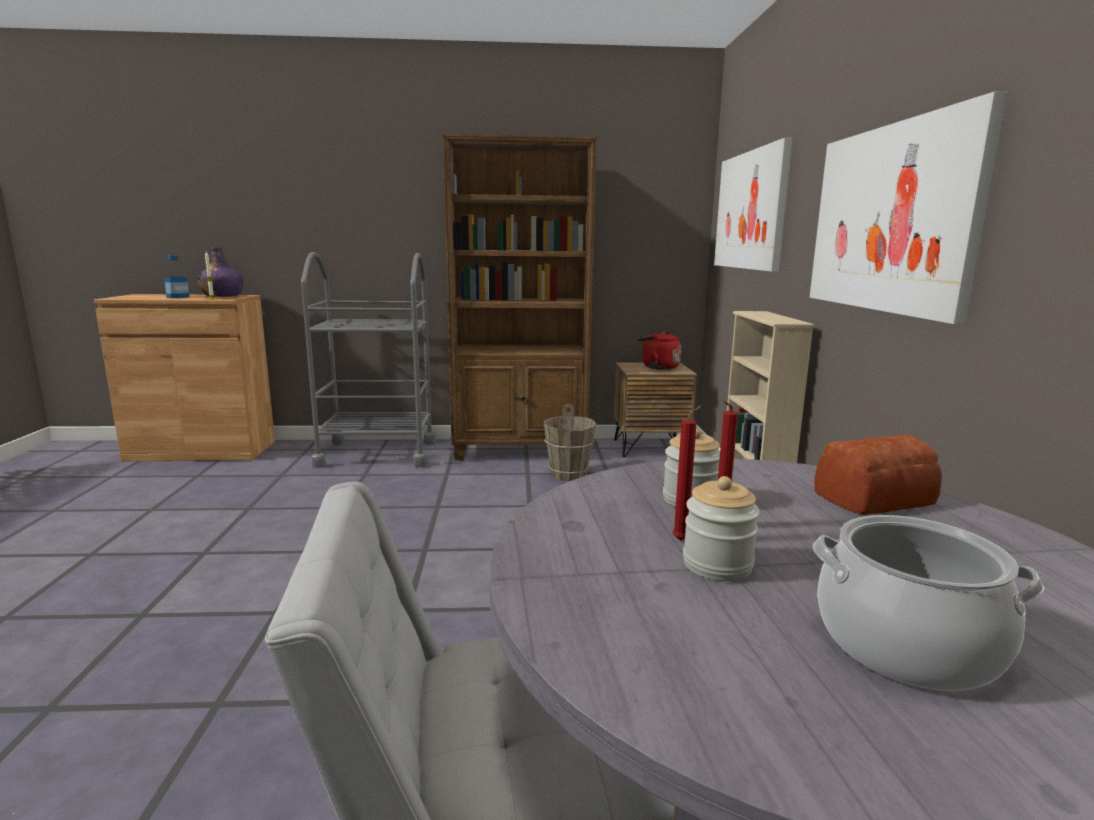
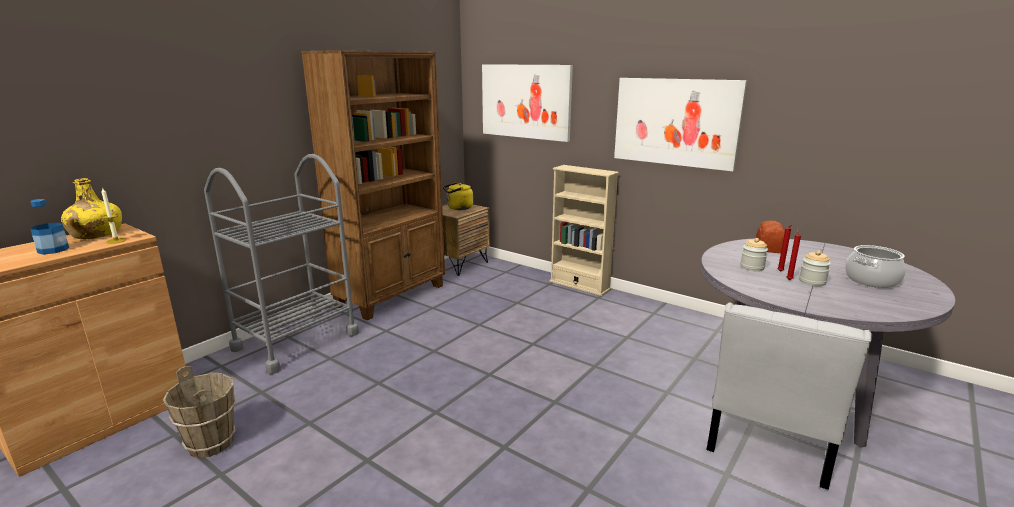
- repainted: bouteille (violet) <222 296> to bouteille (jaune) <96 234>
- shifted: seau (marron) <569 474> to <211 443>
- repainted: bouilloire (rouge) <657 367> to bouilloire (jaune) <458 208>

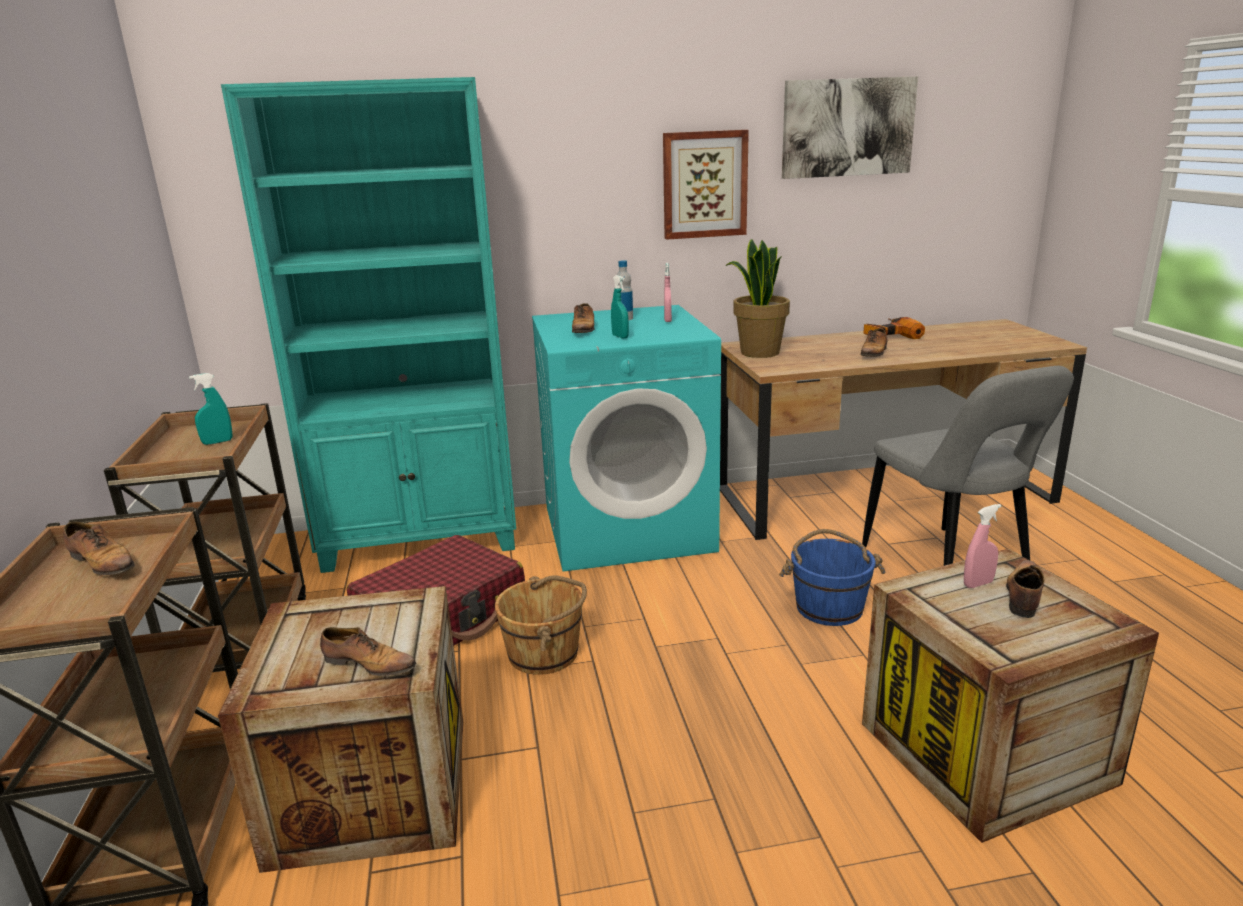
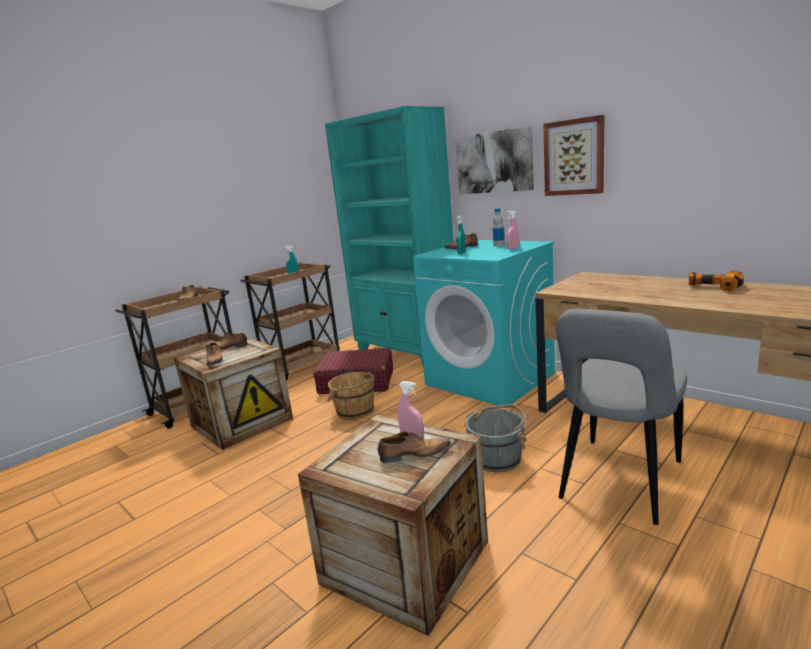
- shifted: chaussure <873 353> to <228 347>
- shifted: tableau <847 128> to <494 162>
- repainted: seau (bleu) <829 607> to seau (gris) <497 458>
- gone: plante en pot <759 352>

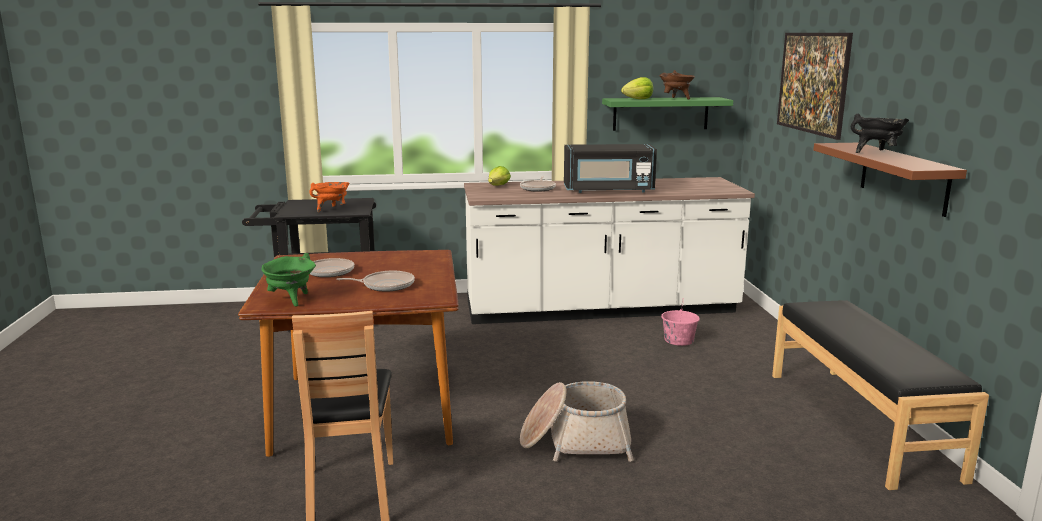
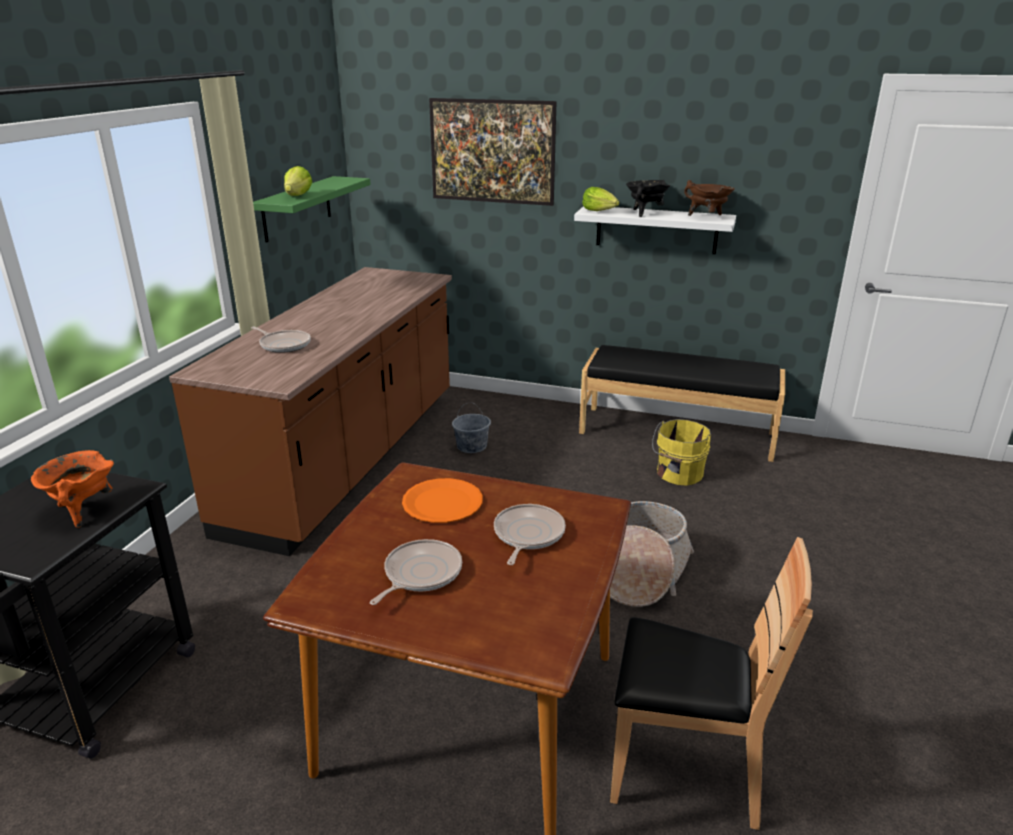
- repainted: comptoir de cuisine (blanc) <600 309> to comptoir de cuisine (marron) <349 459>
- new: assiette (orange) <443 503>
- repainted: seau (rose) <678 340> to seau (gris) <471 446>
- repainted: étagère (marron) <903 177> to étagère (blanc) <656 229>
- shifted: laitue <498 186> to <600 211>
- new: seau (jaune) <678 474>
- shifted: marmite (marron) <676 99> to <707 217>
- gone: marmite (vert) <291 300>
- gone: micro-ondes (noir) <608 190>

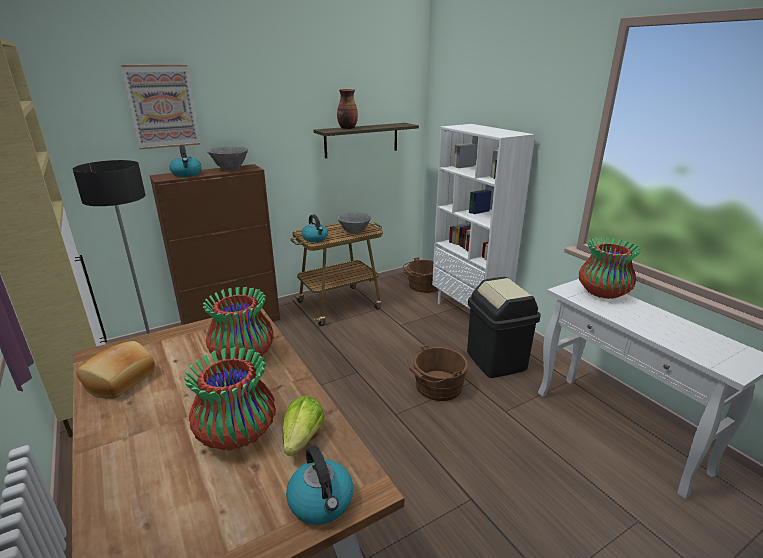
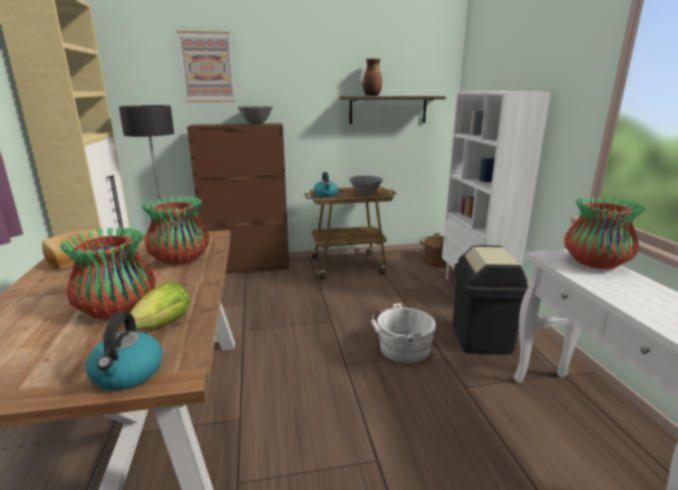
- repainted: seau (marron) <436 387> to seau (blanc) <401 349>
- gone: bouilloire <187 174>

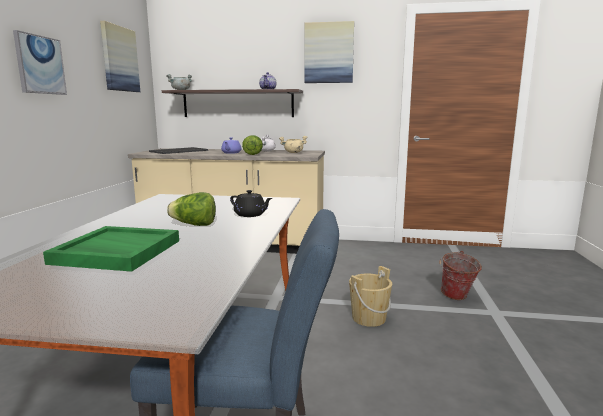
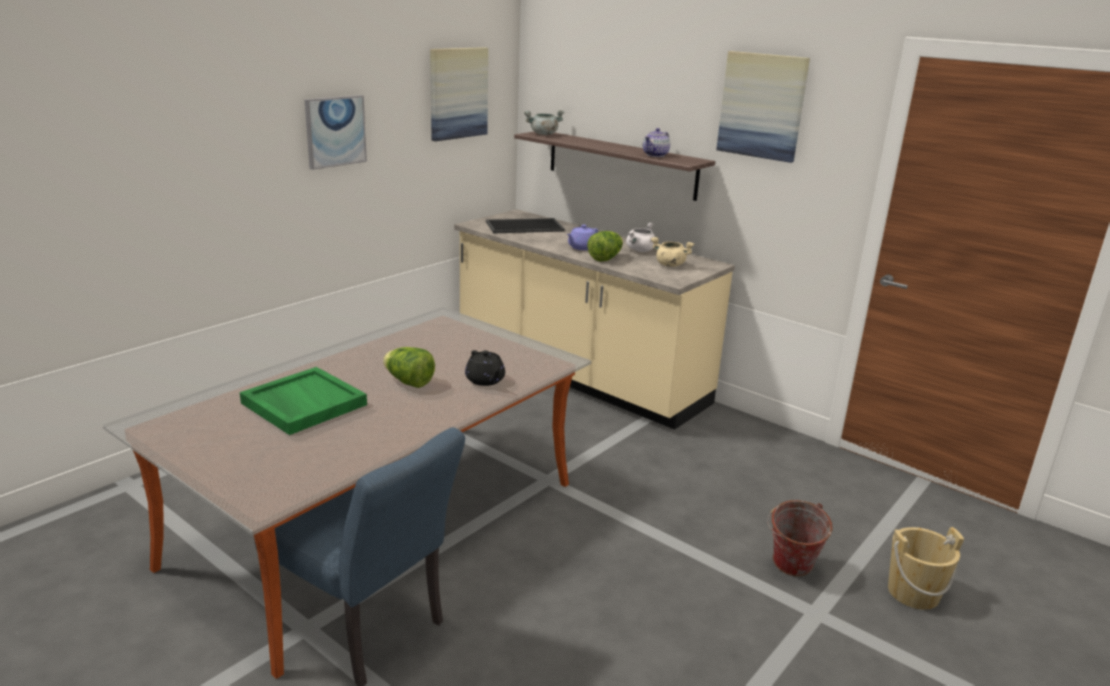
- shifted: seau (beige) <369 318> to <913 593>

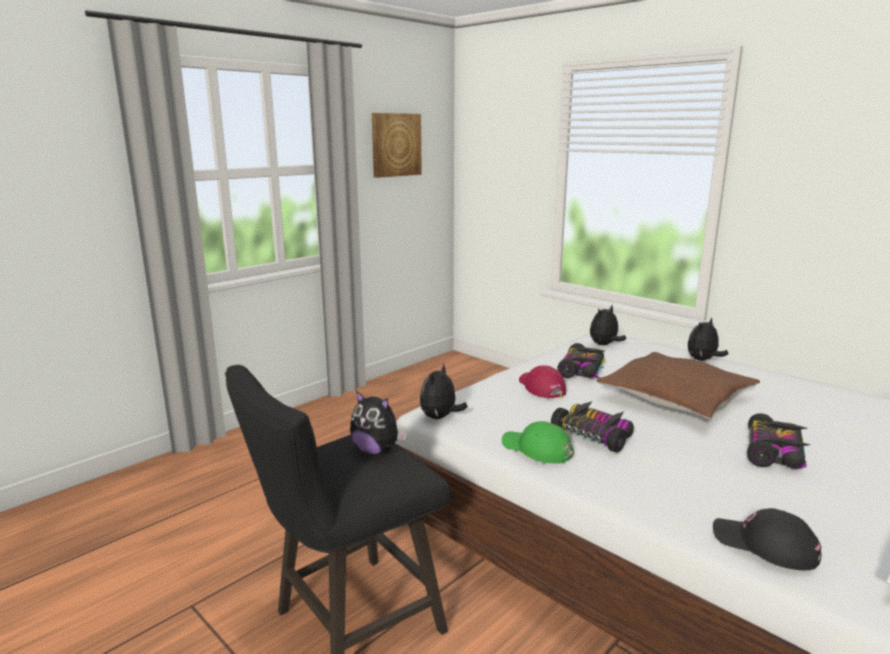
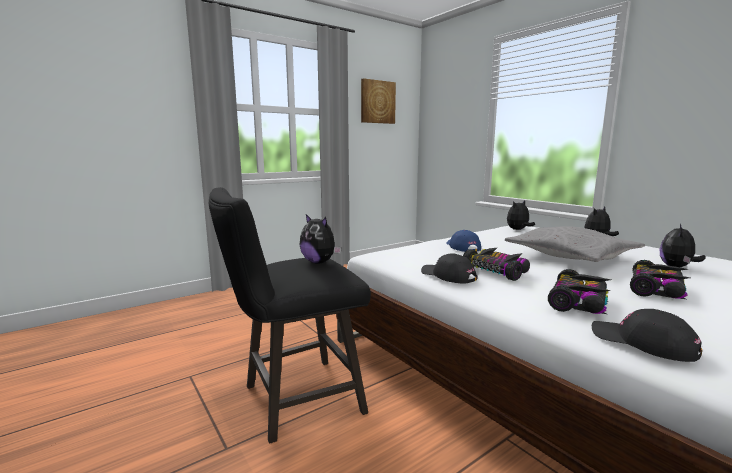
- repainted: casquette (vert) <536 449> to casquette (noir) <448 276>
- repainted: casquette (rouge) <541 387> to casquette (bleu) <462 247>
- repainted: coussin (marron) <676 398> to coussin (gris) <571 256>
- shifted: petite voiture <582 370> to <579 302>
- shifted: peluche <440 417> to <677 267>

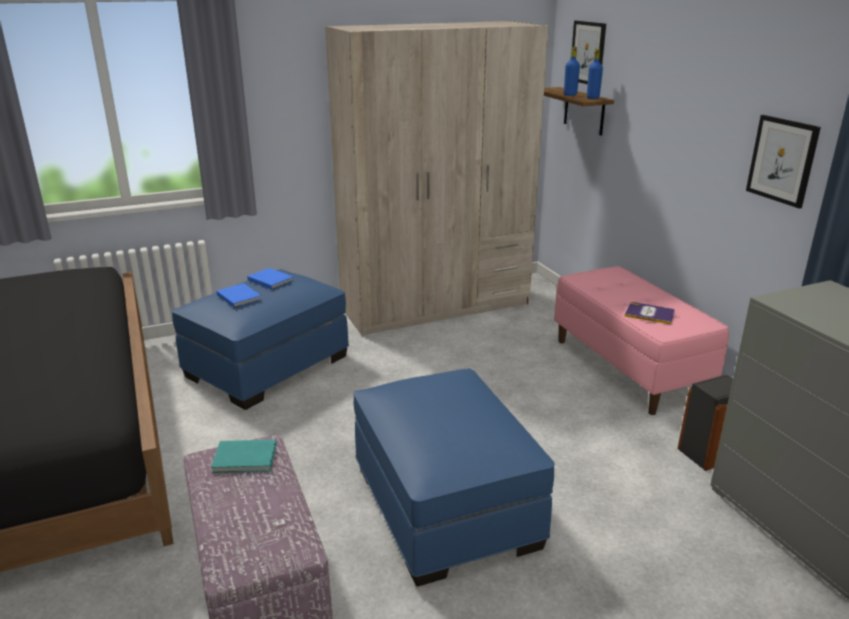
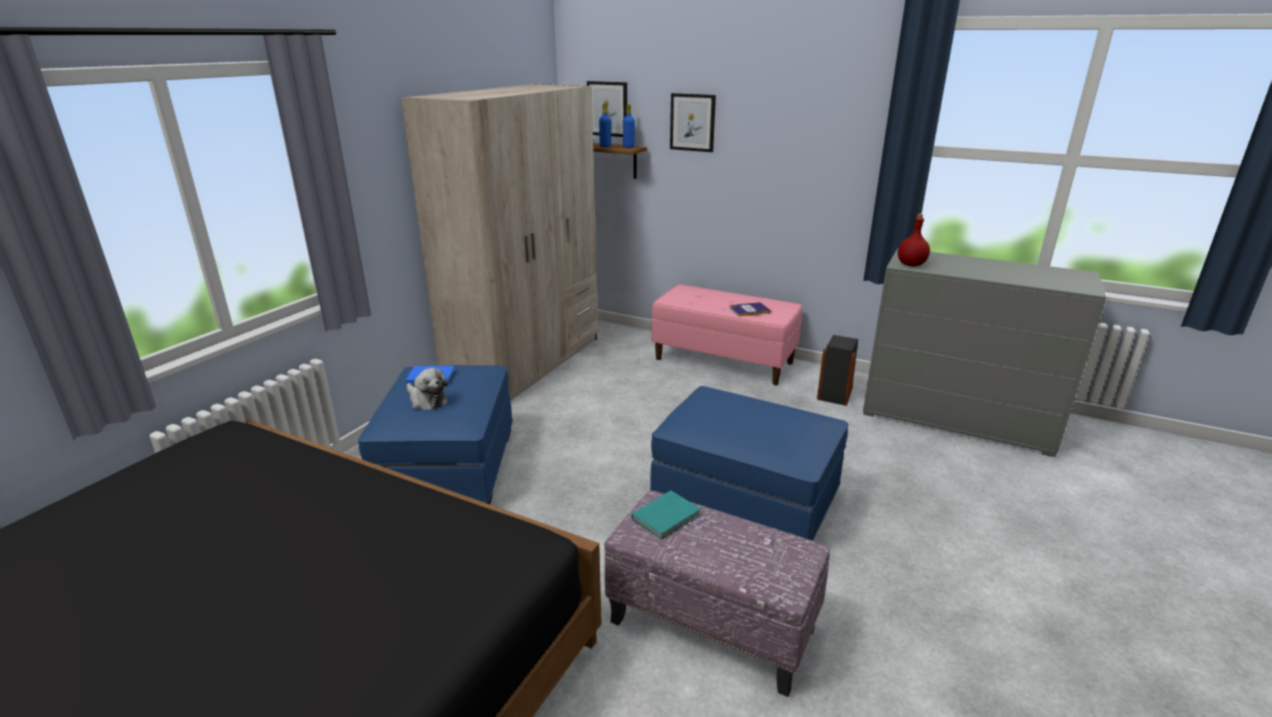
- swapped: livre (bleu) <239 297> to peluche <427 400>
- shifted: tableau <782 160> to <692 122>
- new: bouteille (rouge) <911 264>

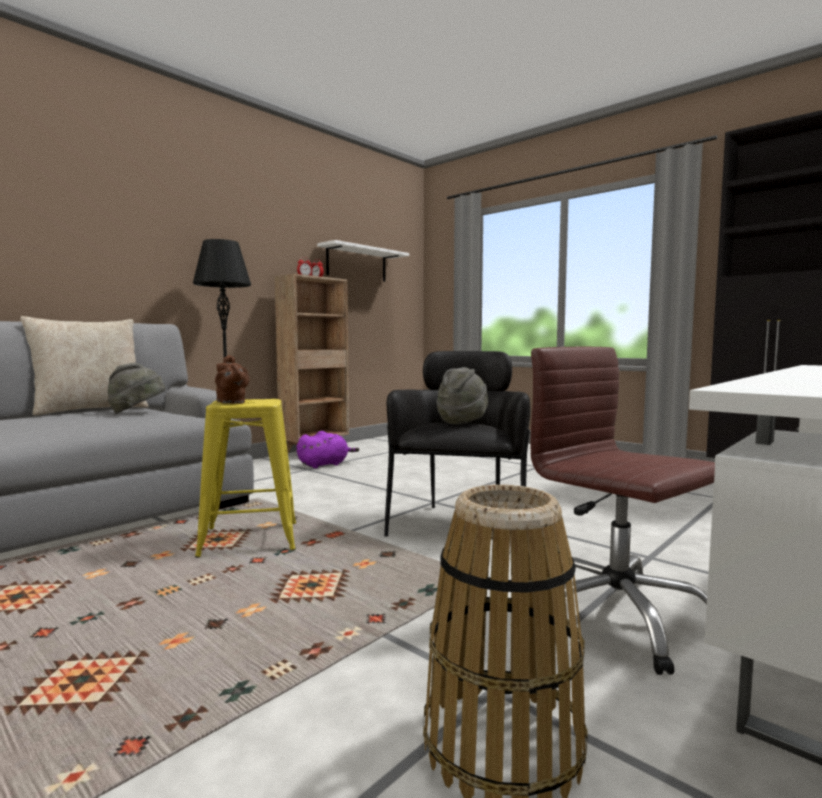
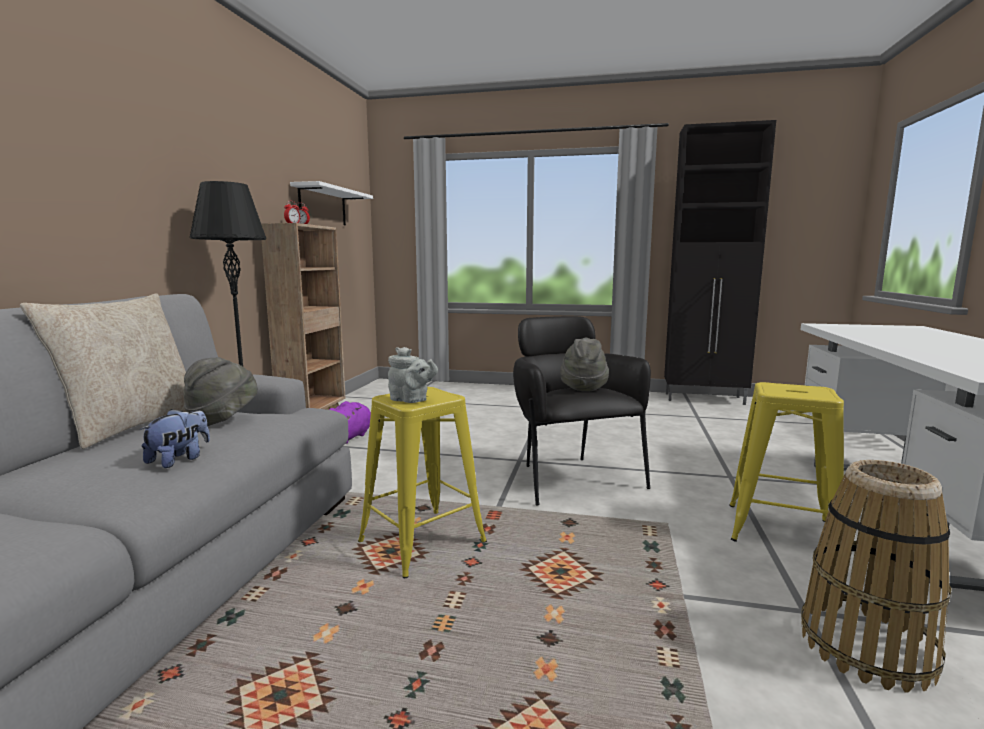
- new: peluche <179 459>
- repainted: théière (marron) <231 403> to théière (gris) <411 400>
- swapped: chaise de bureau (marron) <615 617> to tabouret (jaune) <781 530>

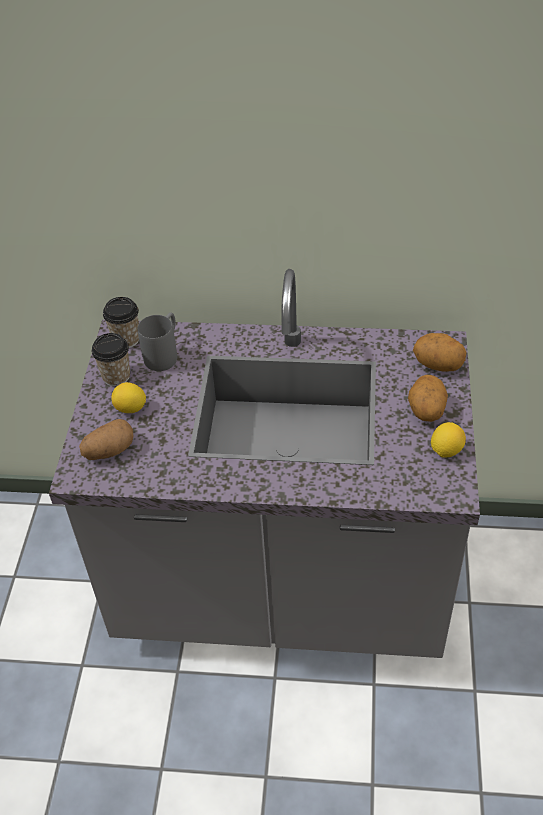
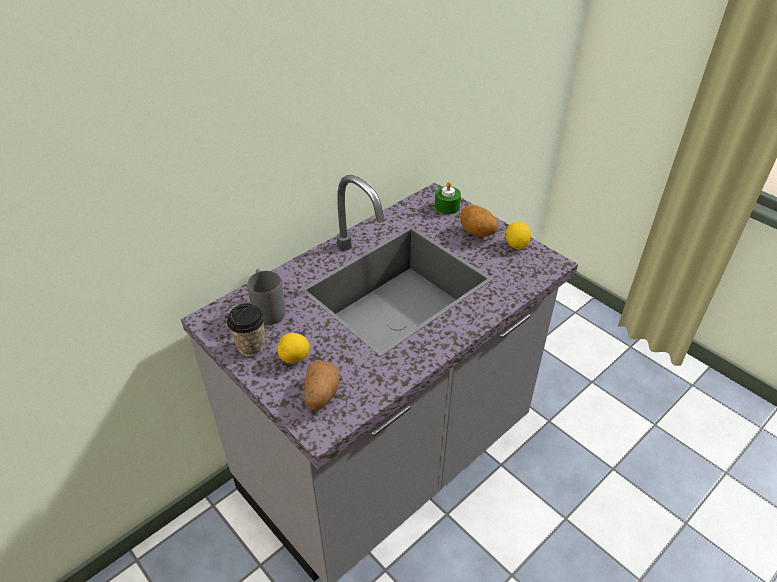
- swapped: pomme de terre <438 365> to bougie (vert) <447 207>
- gone: tasse <126 339>

